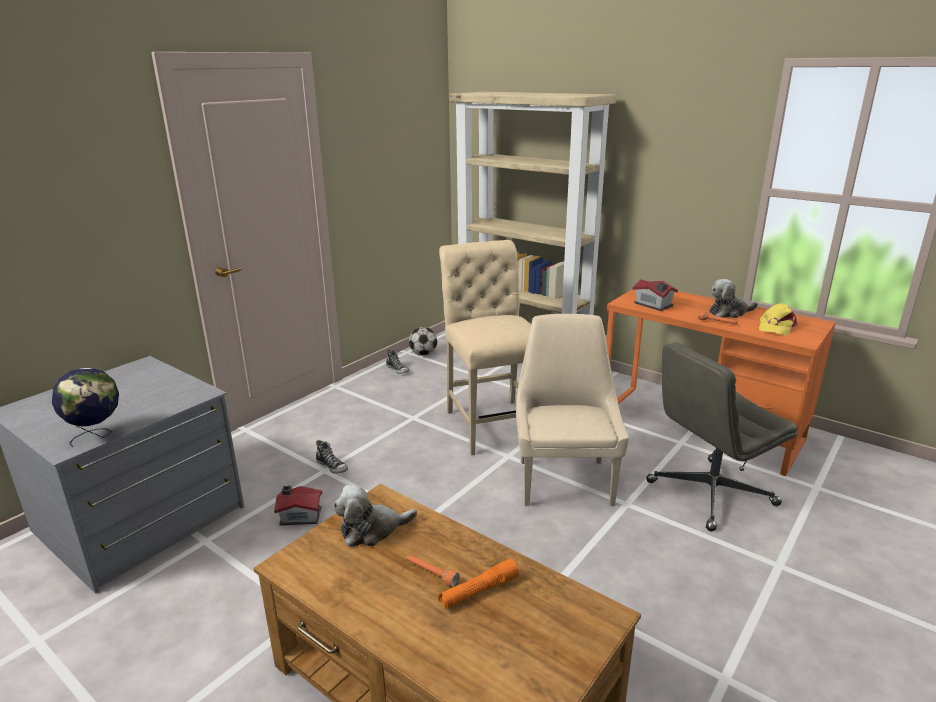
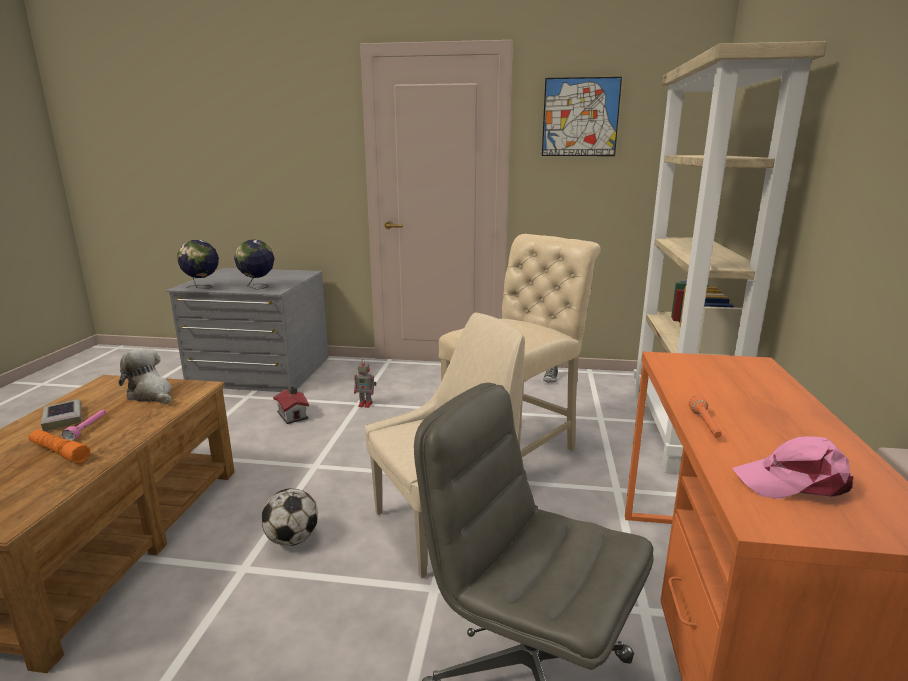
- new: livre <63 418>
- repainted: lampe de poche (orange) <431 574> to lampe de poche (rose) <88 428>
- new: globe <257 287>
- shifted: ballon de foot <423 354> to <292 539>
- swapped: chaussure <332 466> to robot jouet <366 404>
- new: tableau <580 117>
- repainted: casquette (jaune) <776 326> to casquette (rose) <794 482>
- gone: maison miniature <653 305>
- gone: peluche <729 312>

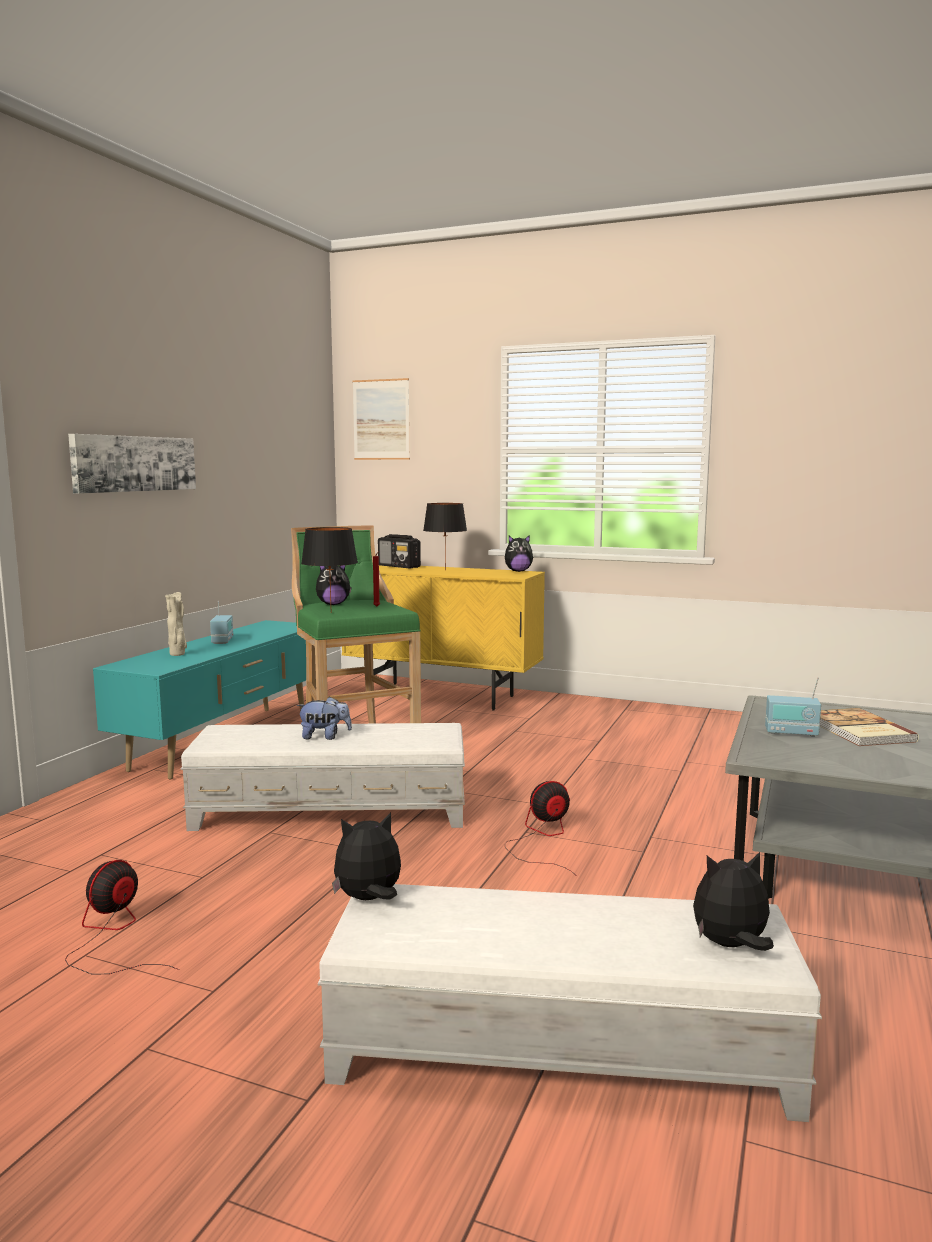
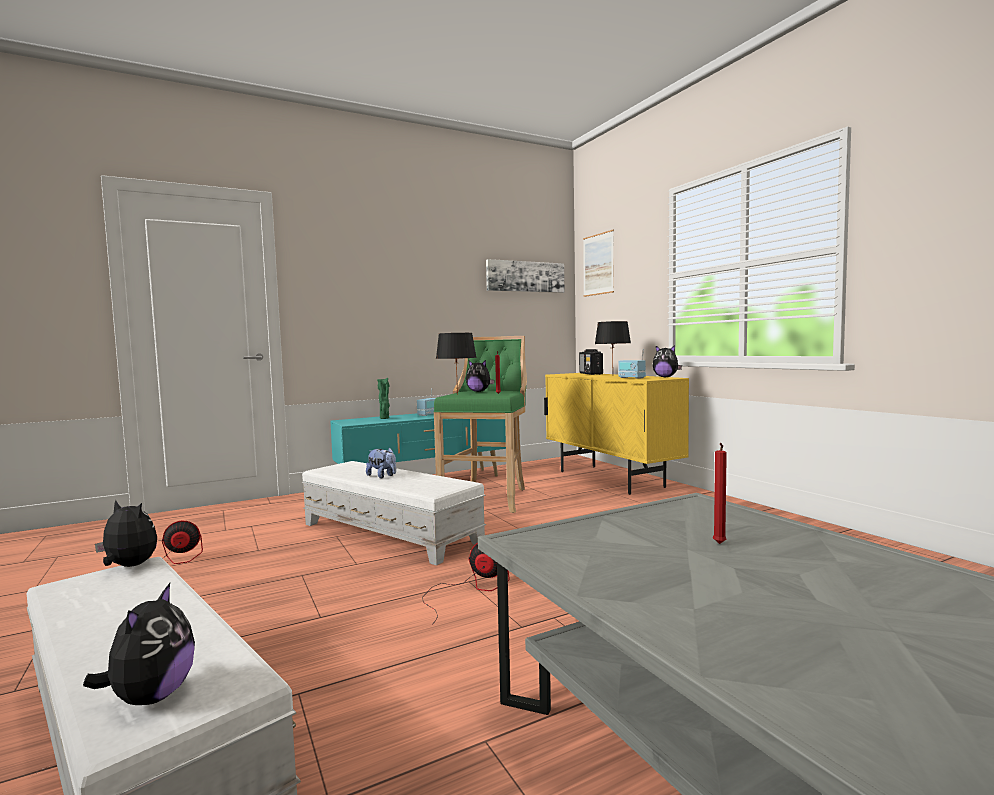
- rotated: peluche <731 946> = <151 697> 60 degrees clockwise
- repainted: vase (beige) <178 654> to vase (vert) <384 418>
- shifted: tableau <134 463> to <525 276>
- shifted: radio <791 733> to <631 378>
- swapped: livre <858 730> to bougie (rouge) <719 544>

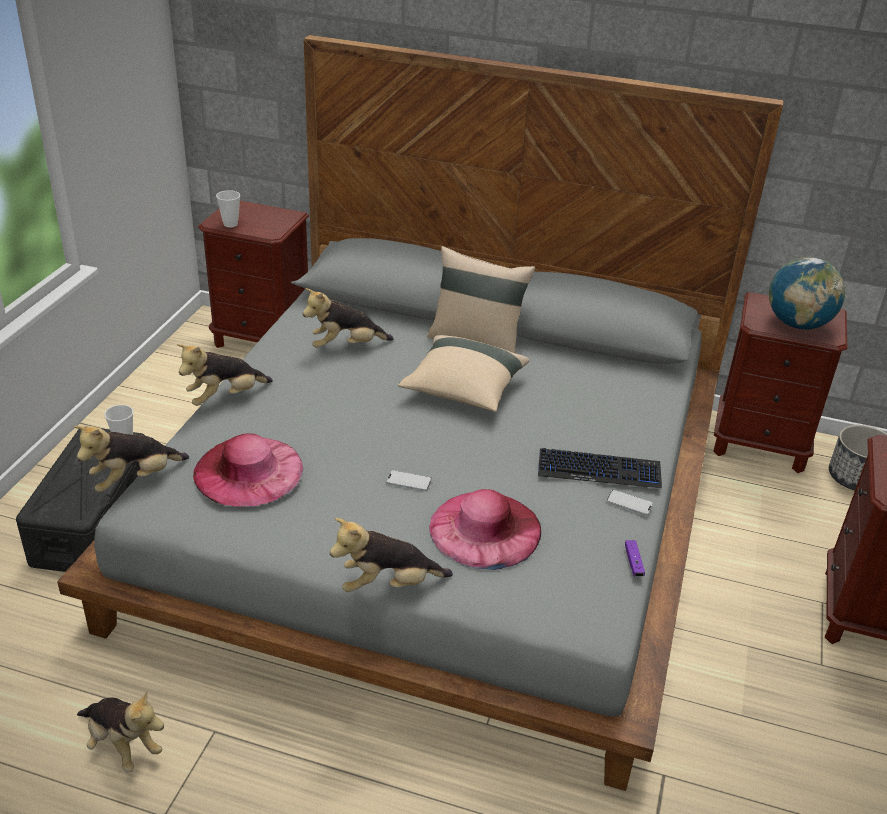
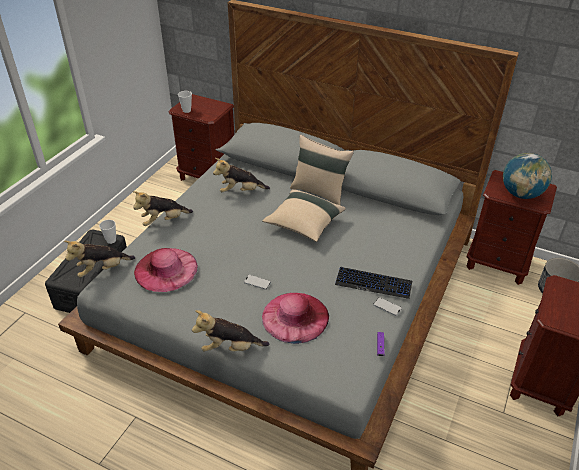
- gone: peluche <122 745>

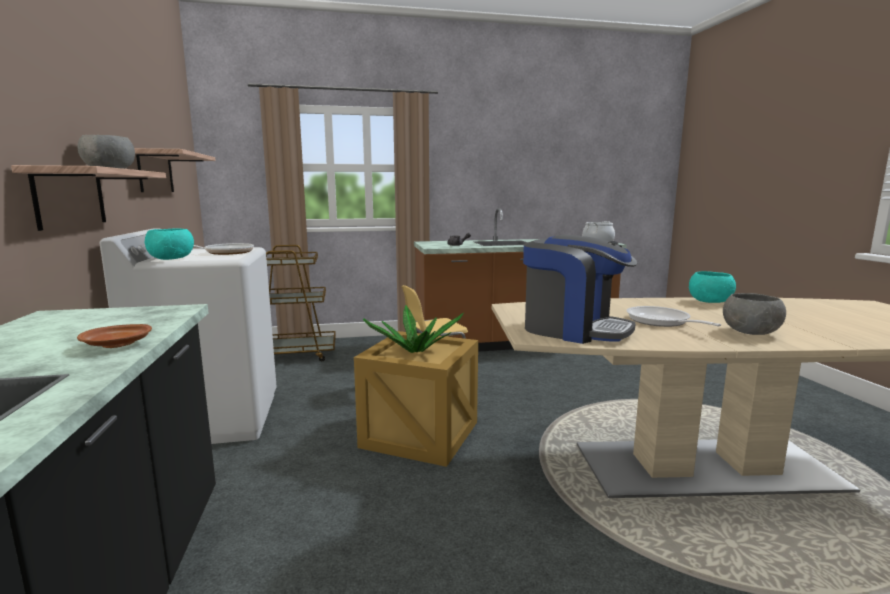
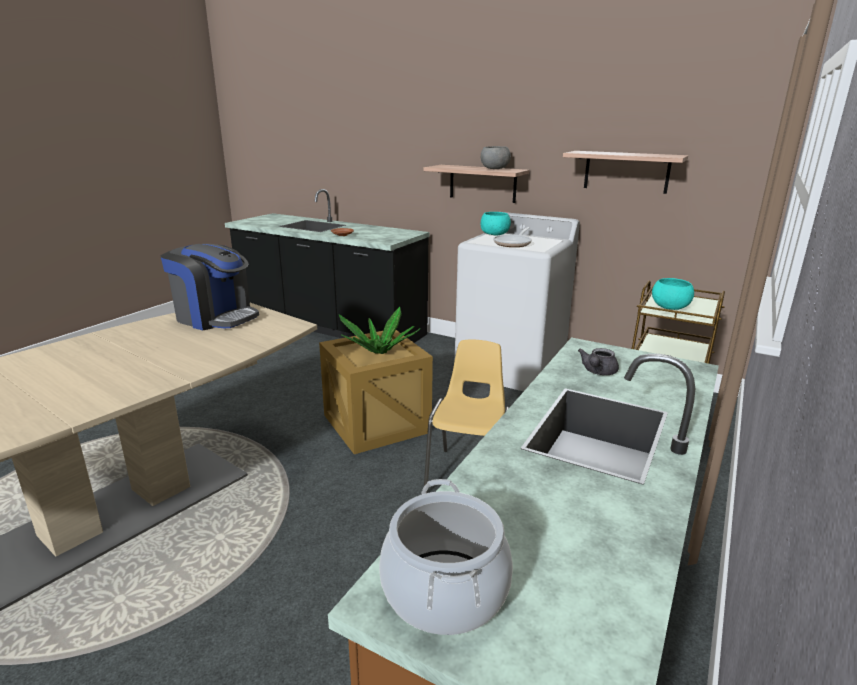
- rotated: machine à café <573 329> = <215 317> 135 degrees counterclockwise
- shifted: bol (turquoise) <709 302> to <669 307>
- gone: poêle <661 322>
- gone: bol (gris) <751 332>

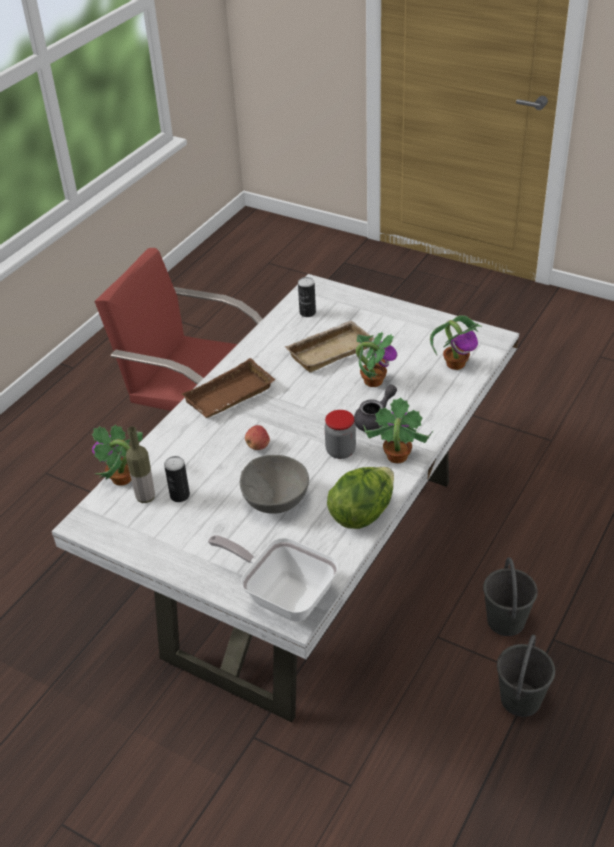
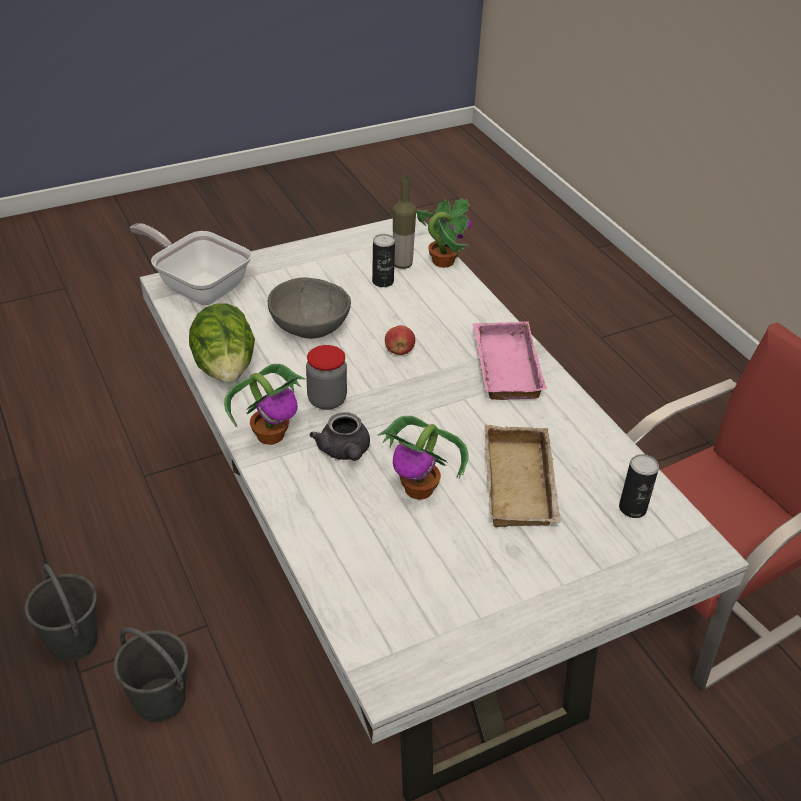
- rotated: poêle <283 595> = <198 286> 120 degrees counterclockwise
- repainted: plateau (marron) <230 397> to plateau (rose) <503 366>
- gone: plante en pot <456 363>

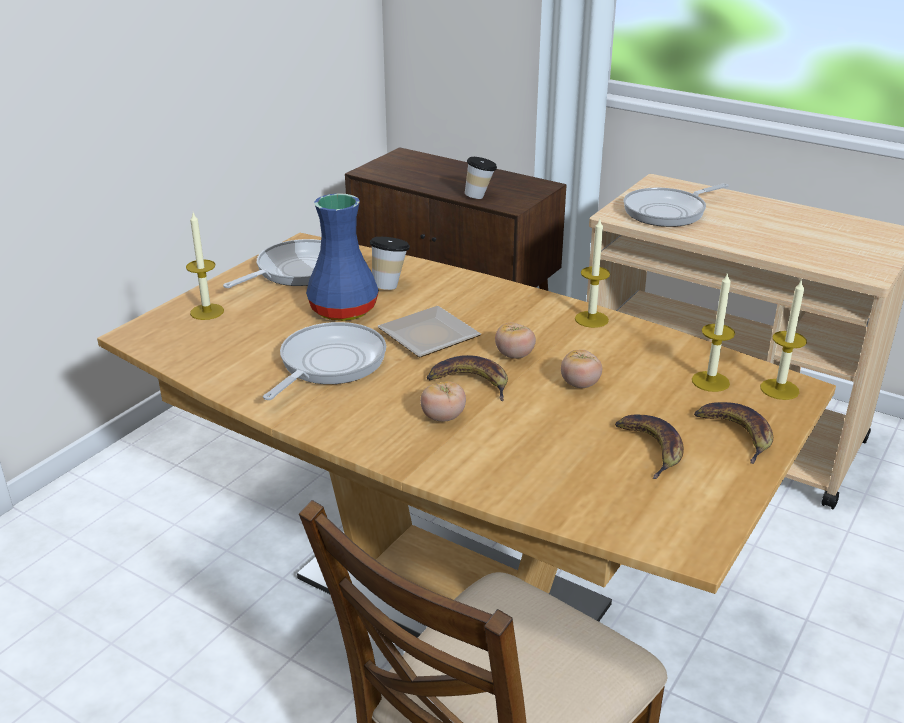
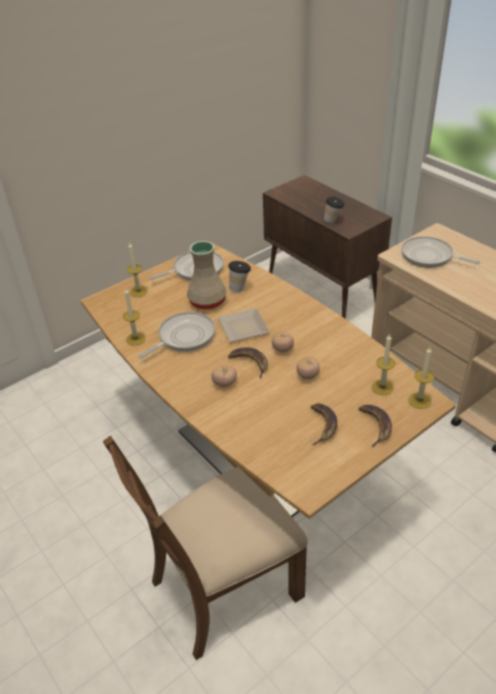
- shifted: bougie <591 319> to <135 339>
- repainted: vase (bleu) <345 309> to vase (beige) <208 301>
- rotated: poêle <668 212> = <429 257> 45 degrees clockwise

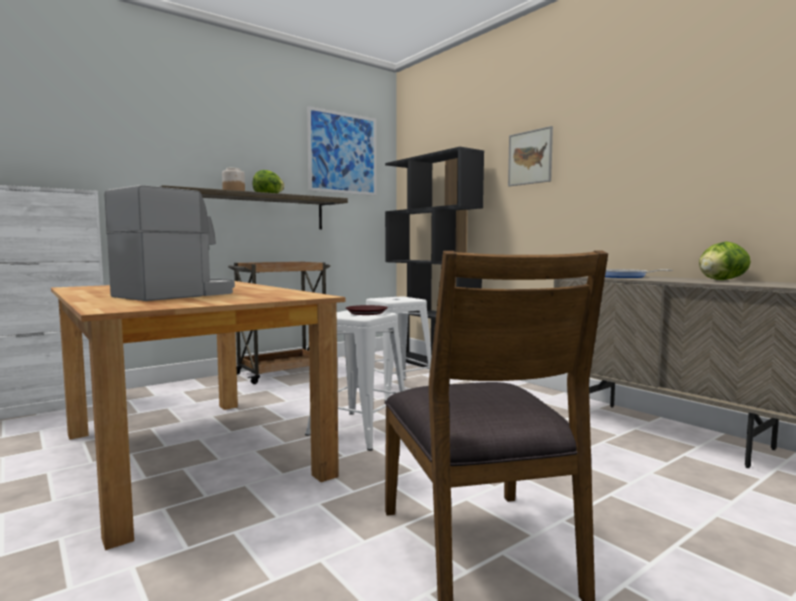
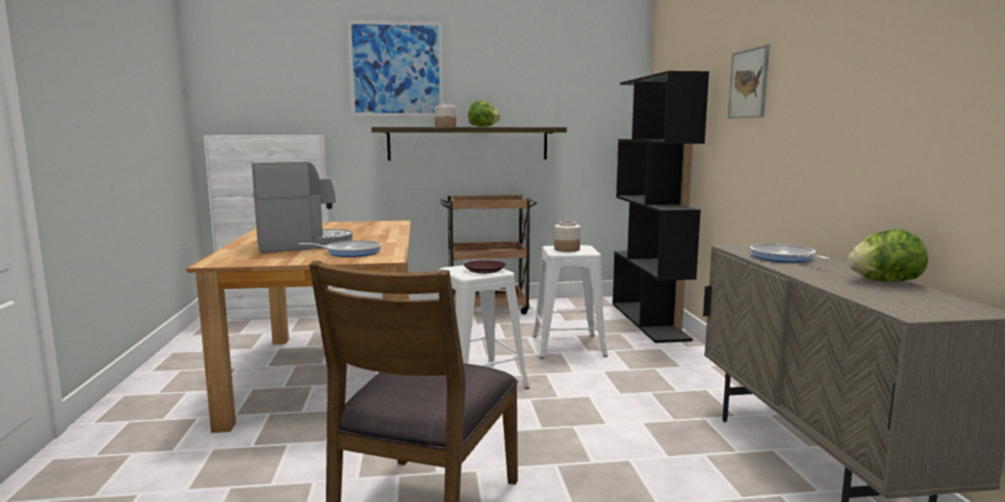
- new: poêle <350 252>
- shifted: tableau <343 153> to <396 69>
- new: bocal <566 249>

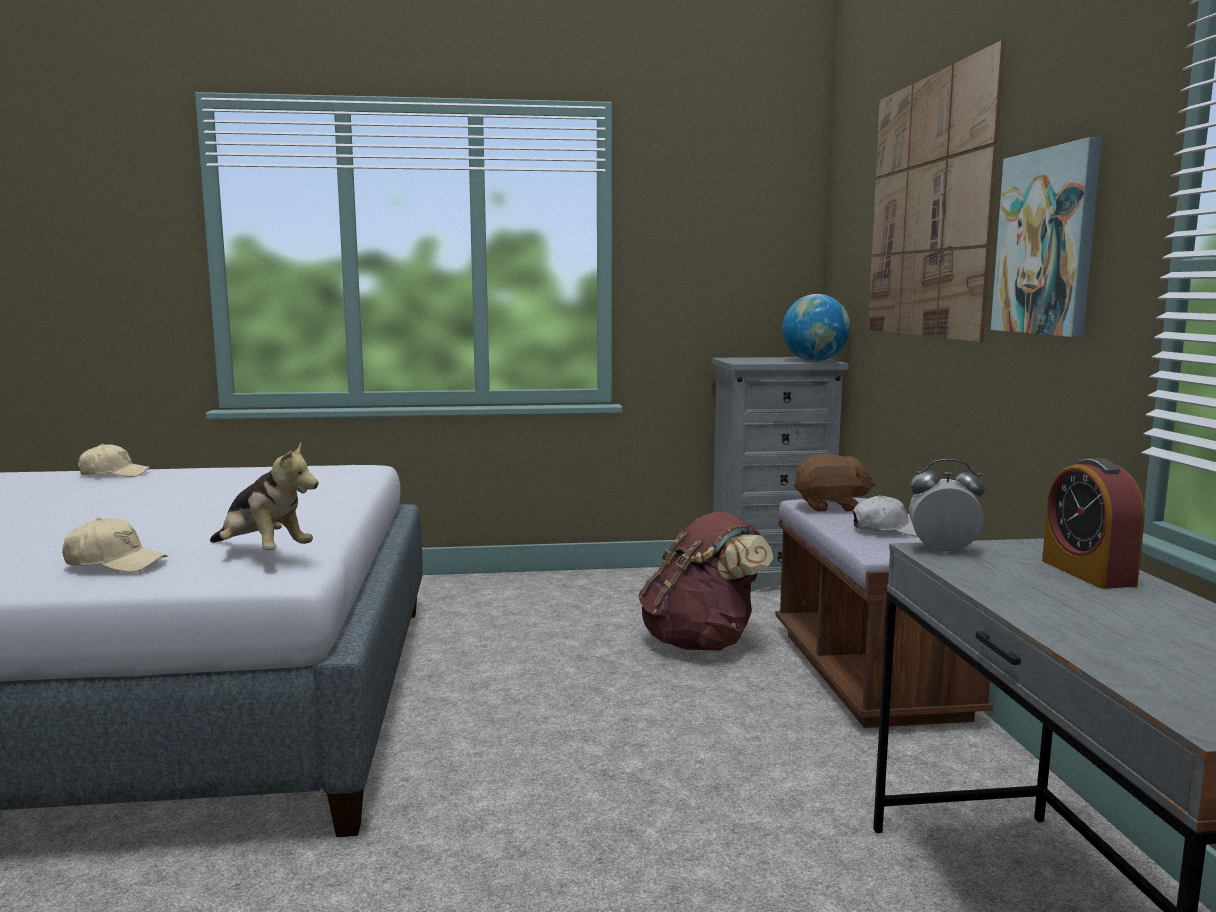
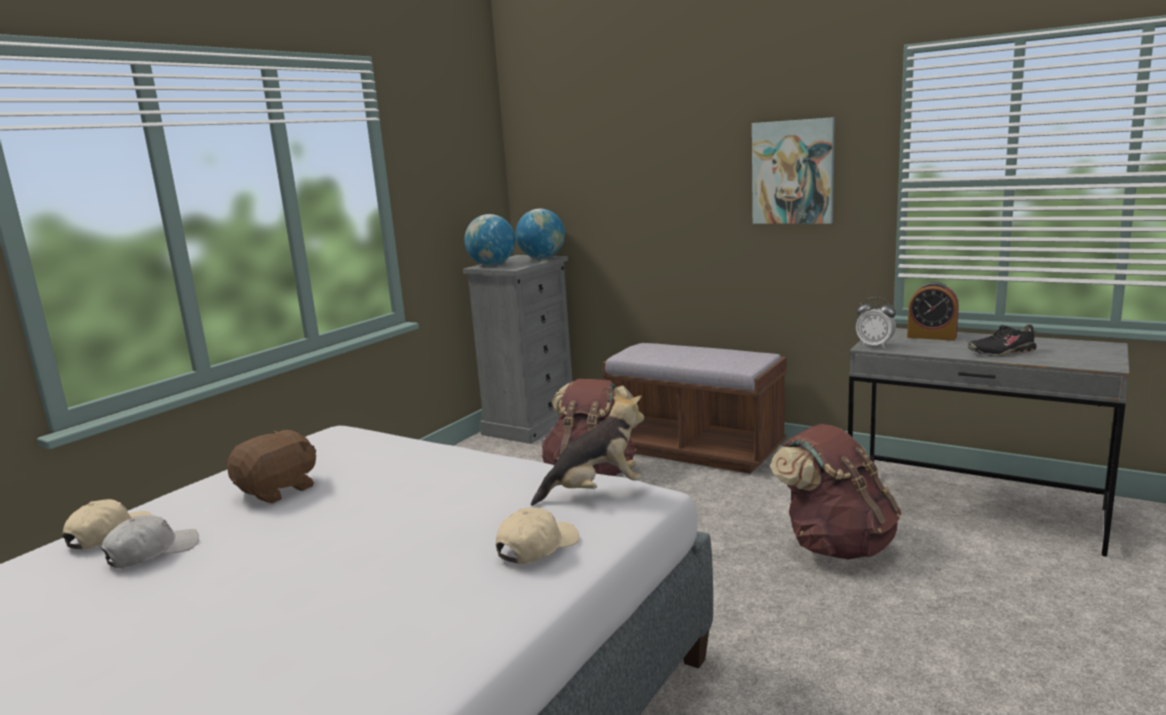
- shifted: casquette (blanc) <887 530> to <152 552>
- shifted: peluche (marron) <831 507> to <278 490>
- new: globe <492 265>
- new: sac à dos (marron) <835 545>
- rotated: réveil <943 551> = <875 346> 105 degrees counterclockwise
- new: chaussure (noir) <1001 352>
- gone: tableau <928 208>

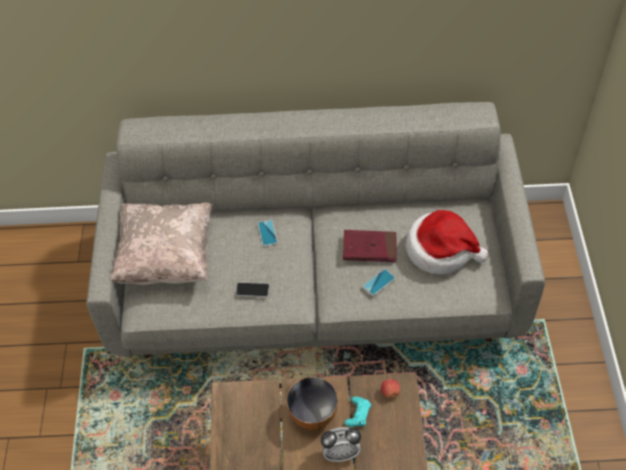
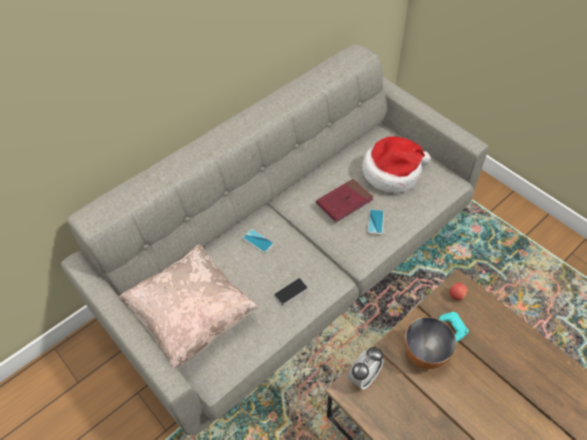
- shifted: réveil <340 453> to <364 376>

